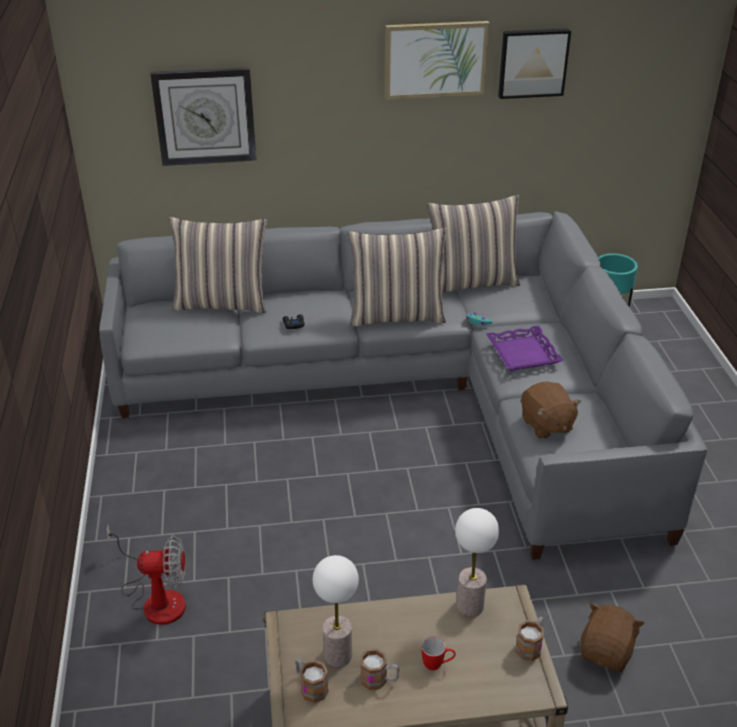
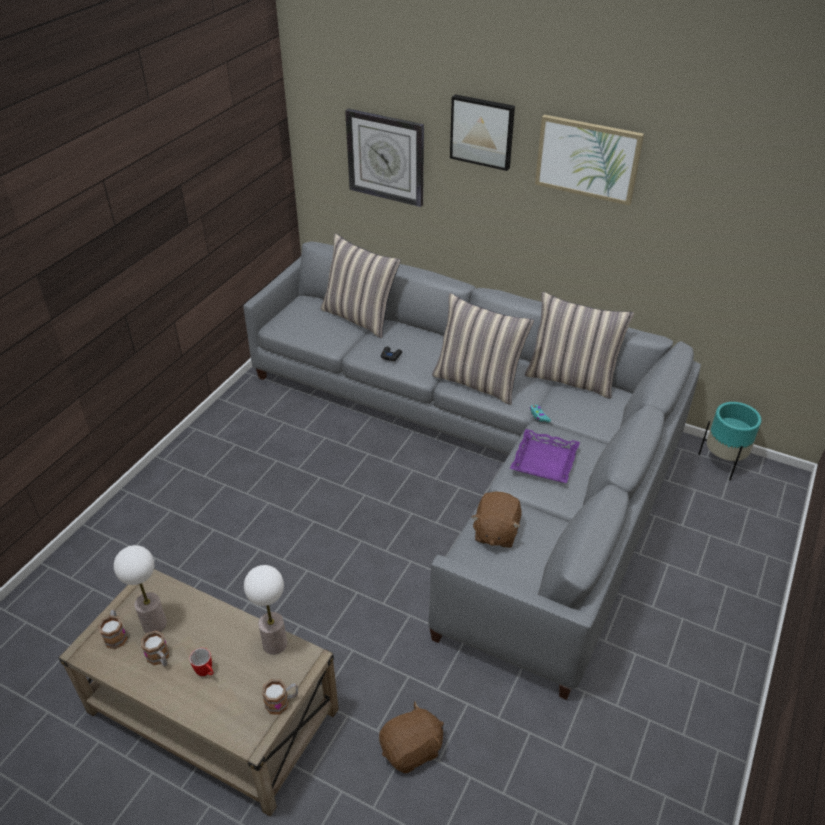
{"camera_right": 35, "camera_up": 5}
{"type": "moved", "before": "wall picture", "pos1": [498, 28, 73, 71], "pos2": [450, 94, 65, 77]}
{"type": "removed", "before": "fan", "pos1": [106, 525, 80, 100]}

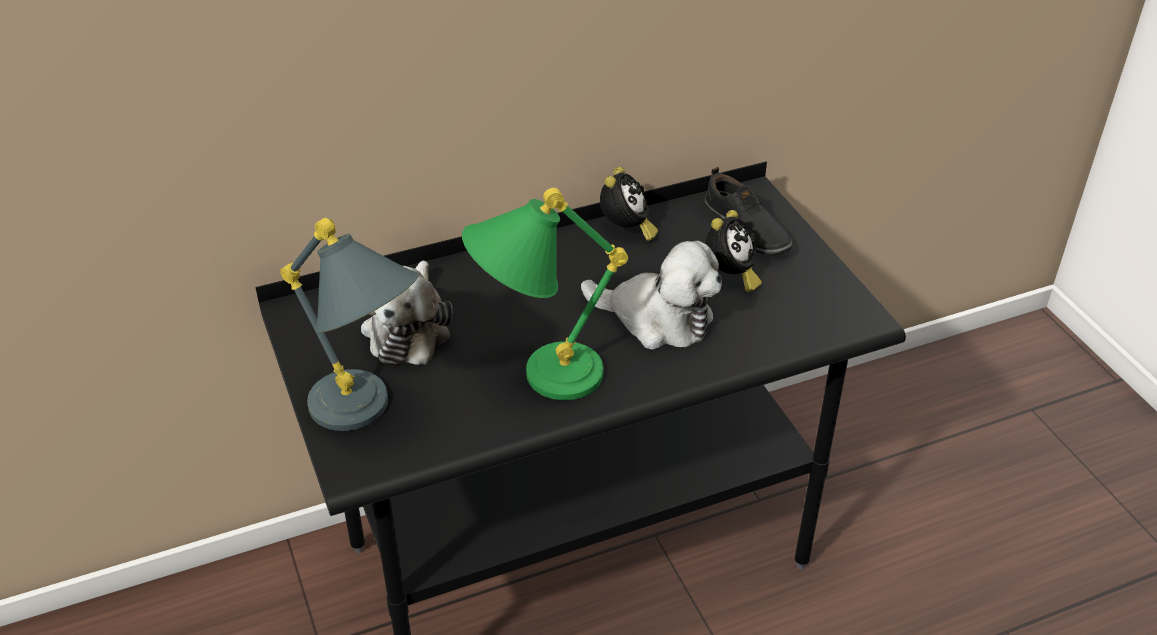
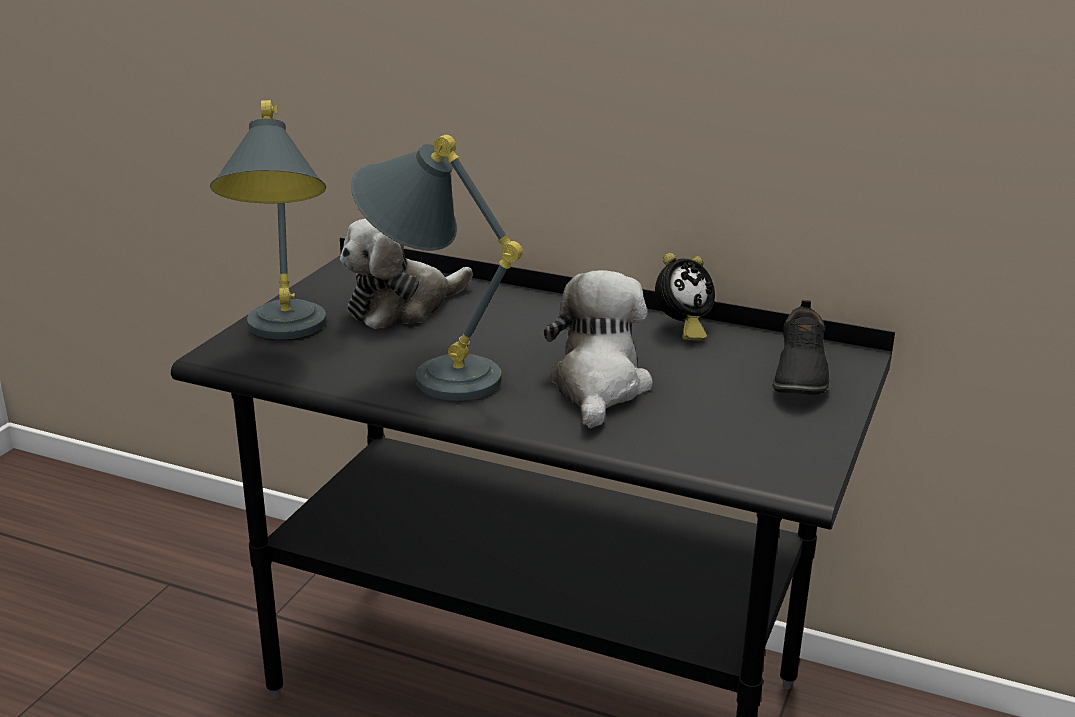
{"camera_right": 45, "camera_up": -15}
{"type": "recoloured", "before": "green table lamp", "after": "grey table lamp", "pos1": [462, 188, 166, 212], "pos2": [351, 135, 172, 266]}
{"type": "removed", "before": "bedside clock", "pos1": [705, 210, 57, 82]}
{"type": "turned", "before": "cuddly toy", "pos1": [581, 241, 141, 109], "pos2": [544, 270, 108, 158], "turn": -150}

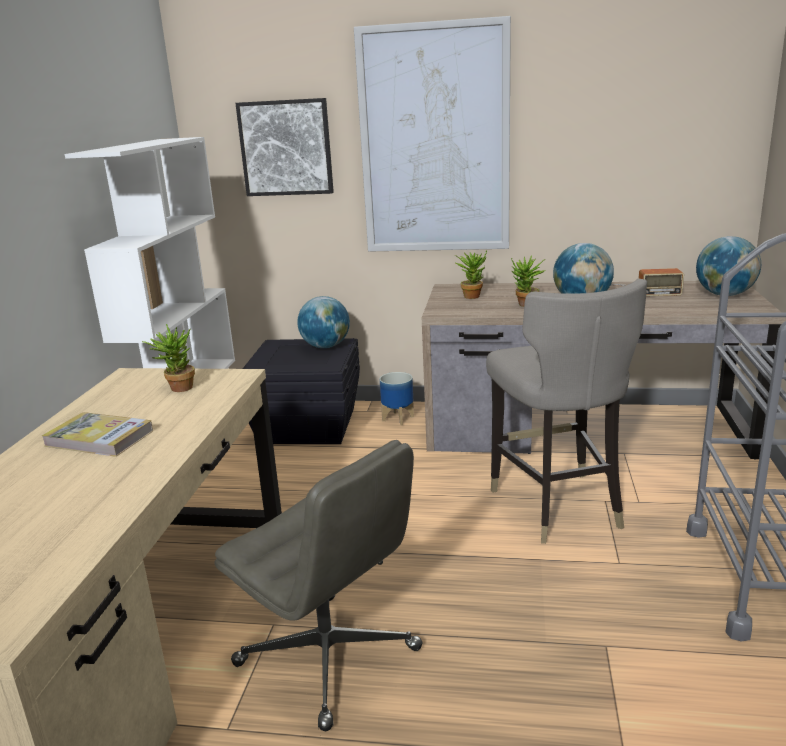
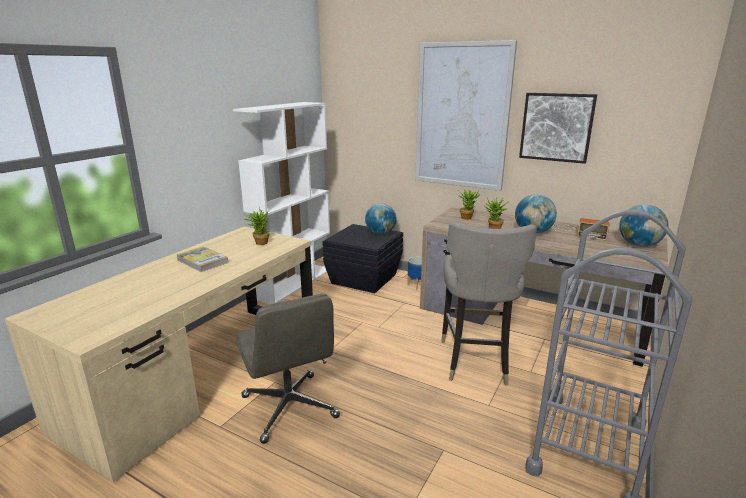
{"camera_right": 20, "camera_up": 0}
{"type": "moved", "before": "wall picture", "pos1": [235, 98, 99, 98], "pos2": [519, 93, 78, 71]}

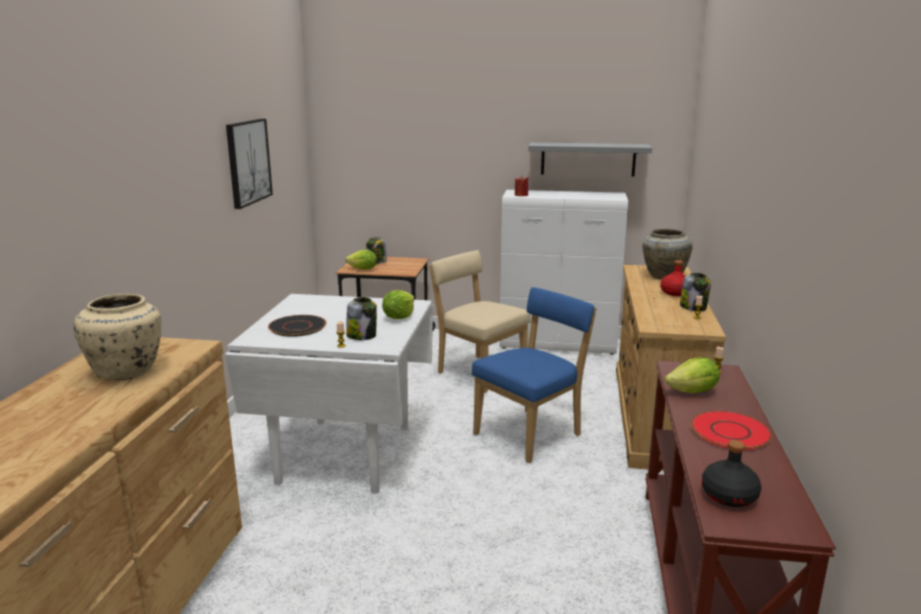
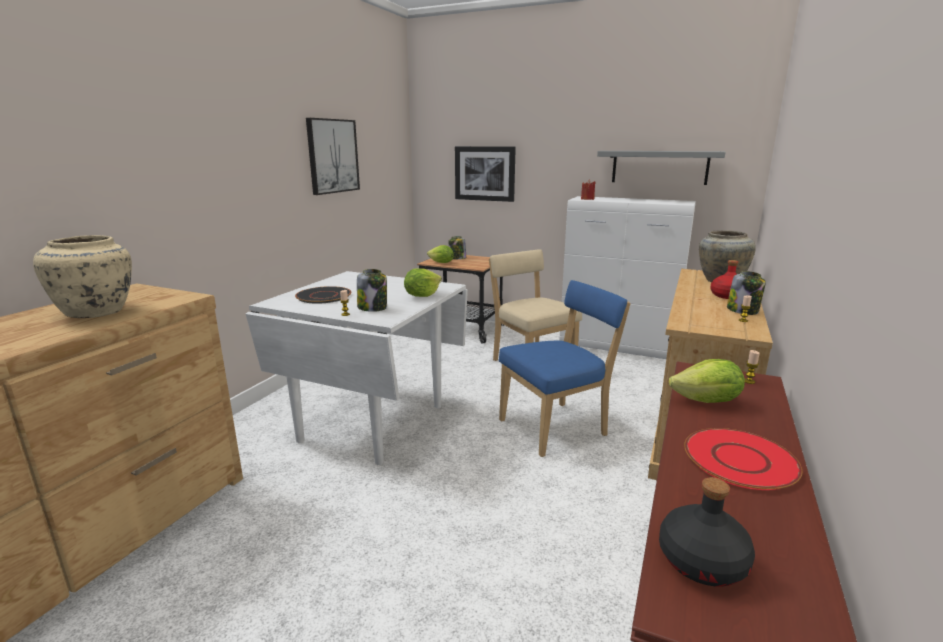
{"camera_right": 15, "camera_up": 0}
{"type": "added", "after": "wall picture", "pos2": [455, 146, 61, 56]}

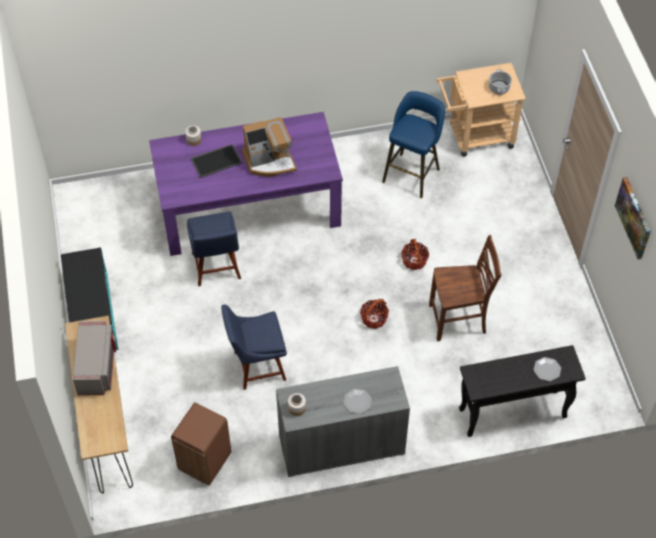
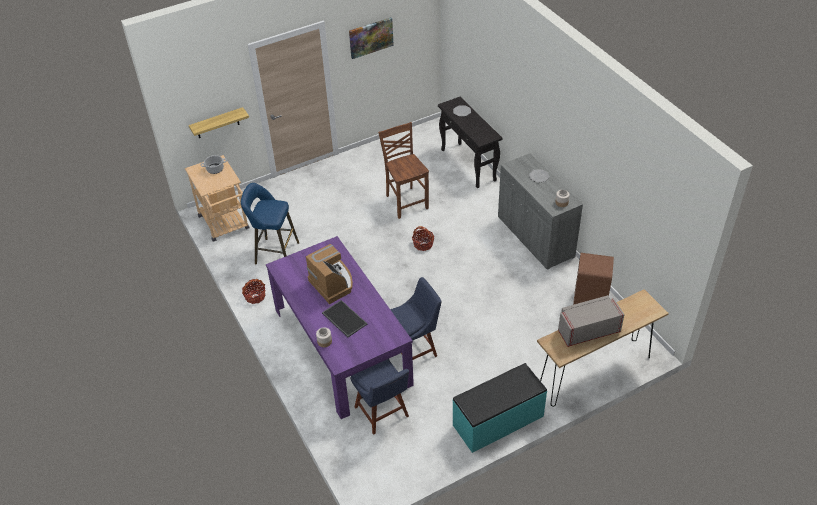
{"camera_right": -105, "camera_up": -10}
{"type": "moved", "before": "household basket", "pos1": [401, 239, 28, 31], "pos2": [242, 279, 23, 25]}
{"type": "moved", "before": "blue-coloured chair", "pos1": [221, 304, 66, 86], "pos2": [350, 359, 59, 76]}
{"type": "added", "after": "bracket shelf", "pos2": [189, 107, 60, 31]}

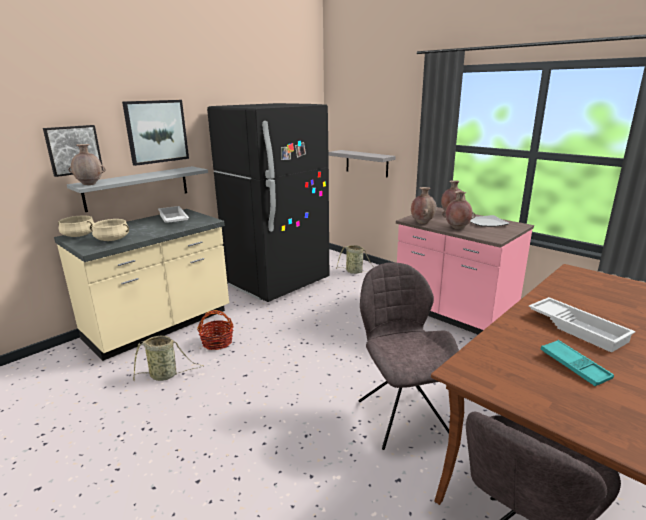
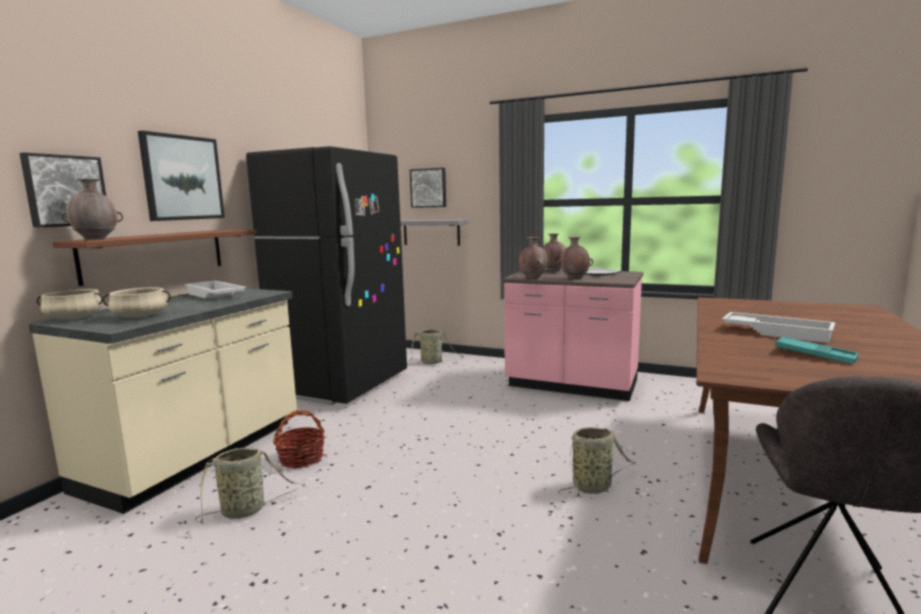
{"camera_right": -20, "camera_up": -10}
{"type": "recoloured", "before": "grey bracket shelf", "after": "brown-coloured bracket shelf", "pos1": [67, 166, 141, 46], "pos2": [52, 229, 205, 57]}
{"type": "replaced", "before": "grey chair", "after": "household basket", "pos1": [359, 262, 100, 188], "pos2": [559, 427, 77, 71]}
{"type": "added", "after": "wall picture", "pos2": [410, 168, 36, 40]}

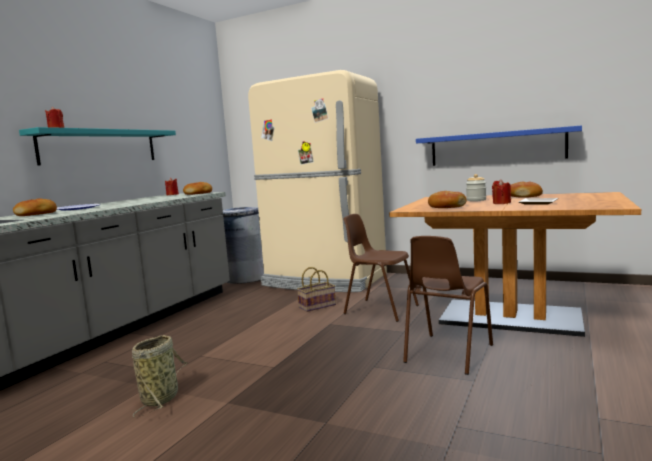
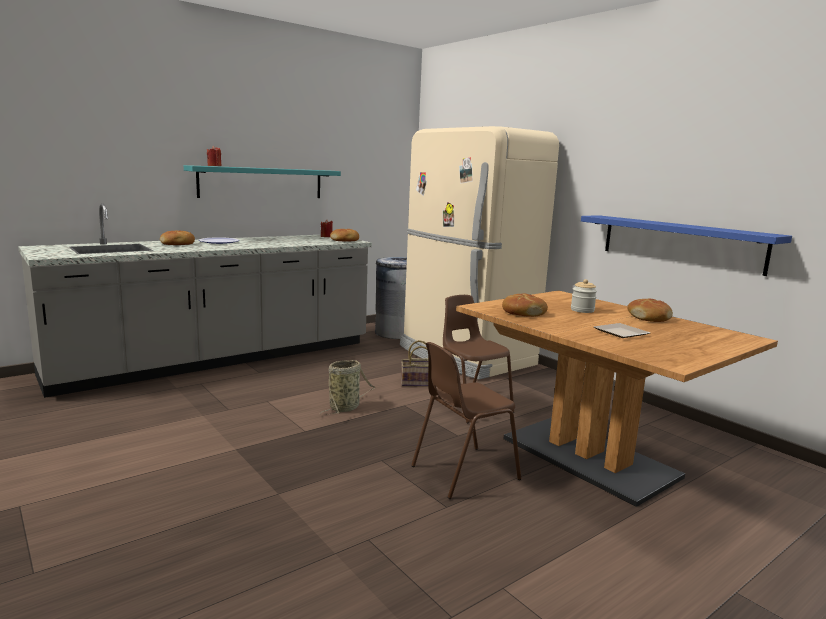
{"camera_right": 25, "camera_up": 5}
{"type": "removed", "before": "red wax light", "pos1": [492, 179, 19, 25]}
{"type": "moved", "before": "household basket", "pos1": [132, 335, 55, 82], "pos2": [320, 360, 56, 54]}

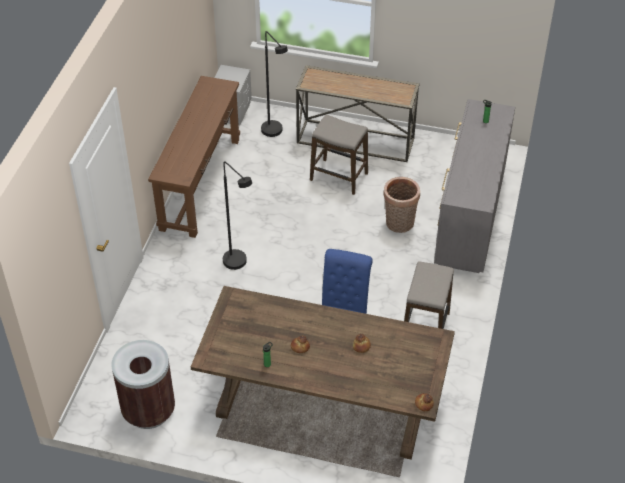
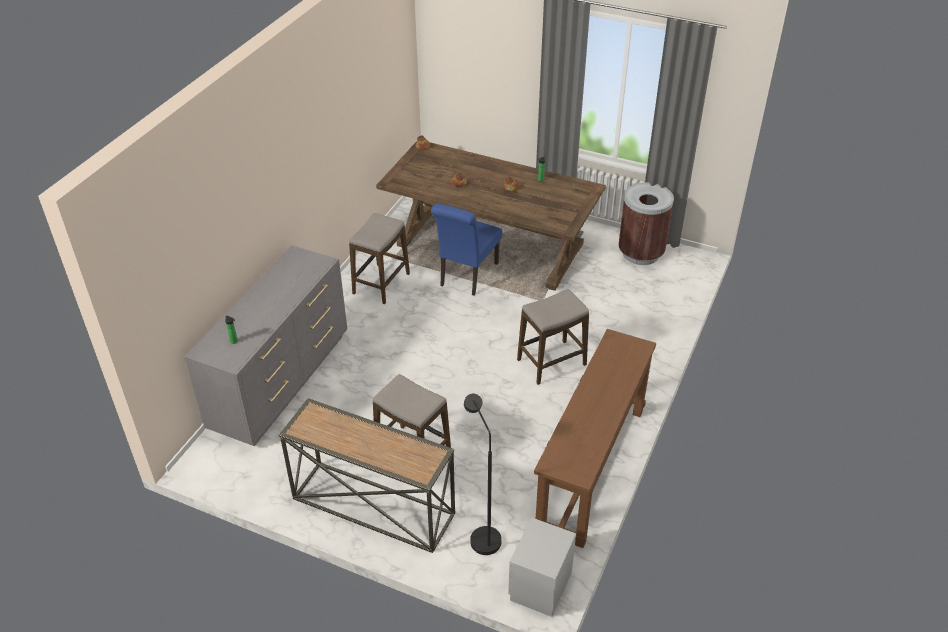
{"camera_right": -170, "camera_up": -5}
{"type": "replaced", "before": "blackish standing lamp", "after": "stool", "pos1": [223, 161, 29, 109], "pos2": [517, 289, 72, 96]}
{"type": "removed", "before": "household basket", "pos1": [383, 177, 37, 56]}

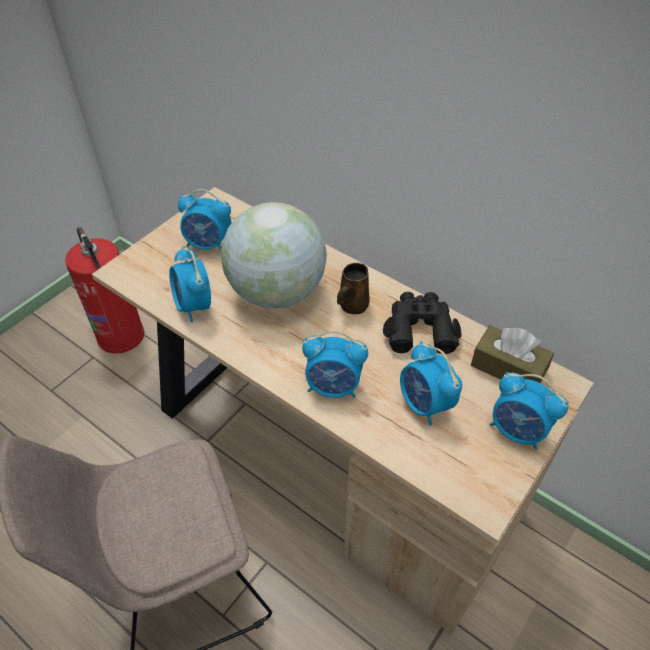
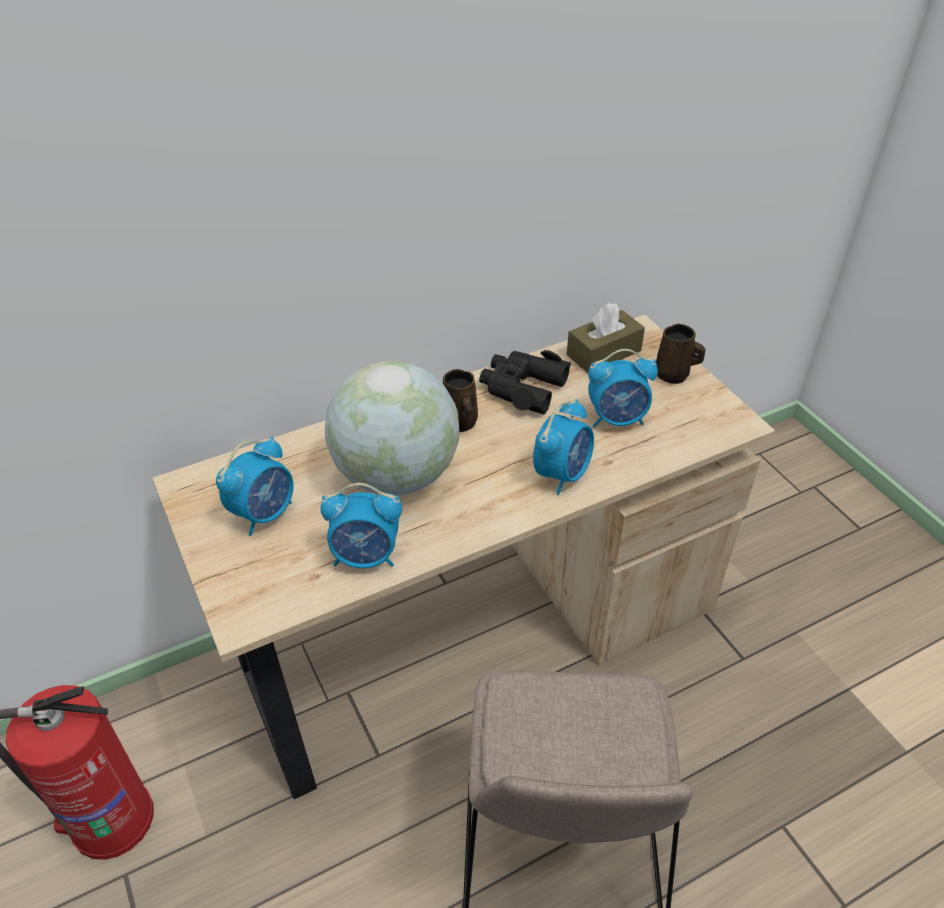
{"camera_right": -65, "camera_up": -5}
{"type": "replaced", "before": "bedside clock", "after": "brown-coloured tea mug", "pos1": [489, 372, 80, 78], "pos2": [656, 324, 49, 60]}

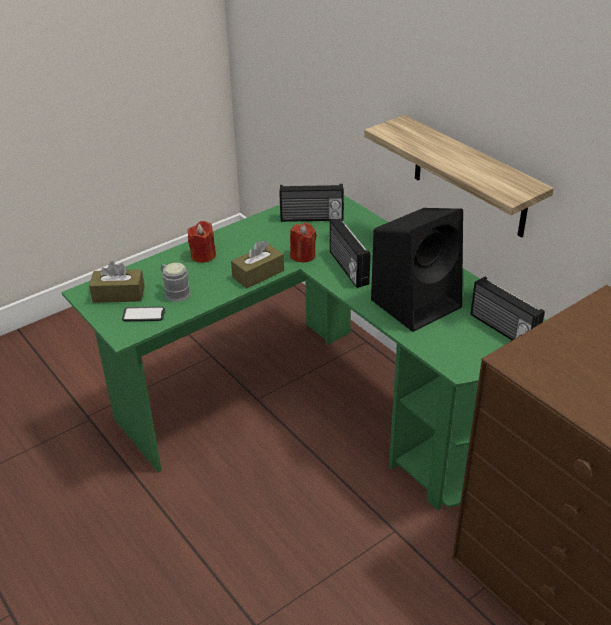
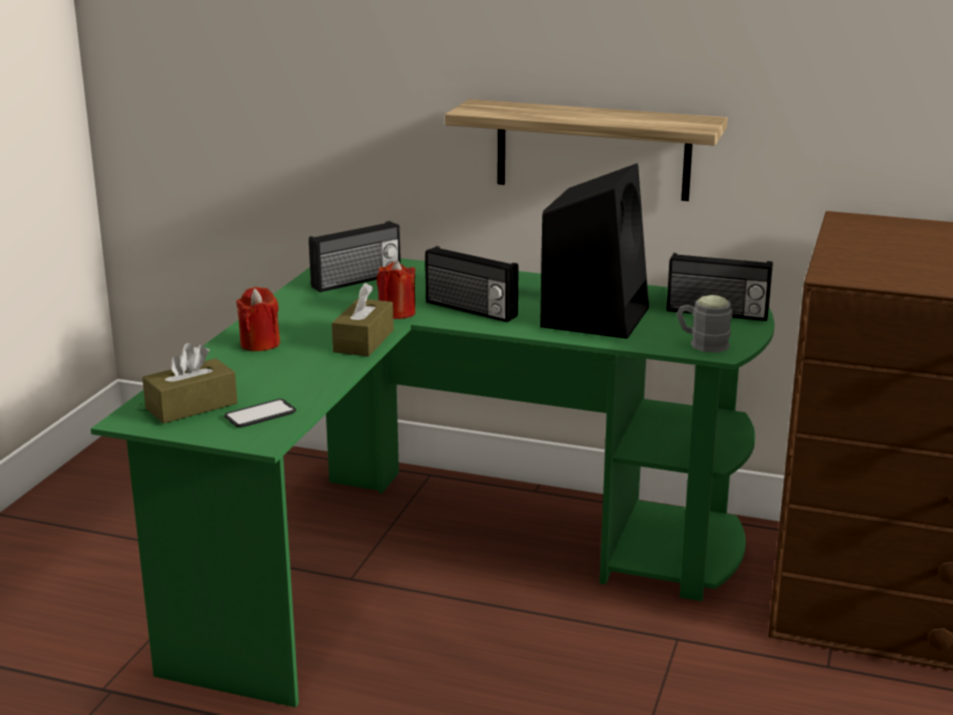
{"camera_right": -35, "camera_up": -15}
{"type": "moved", "before": "grey tea mug", "pos1": [161, 262, 30, 40], "pos2": [676, 295, 57, 58]}

